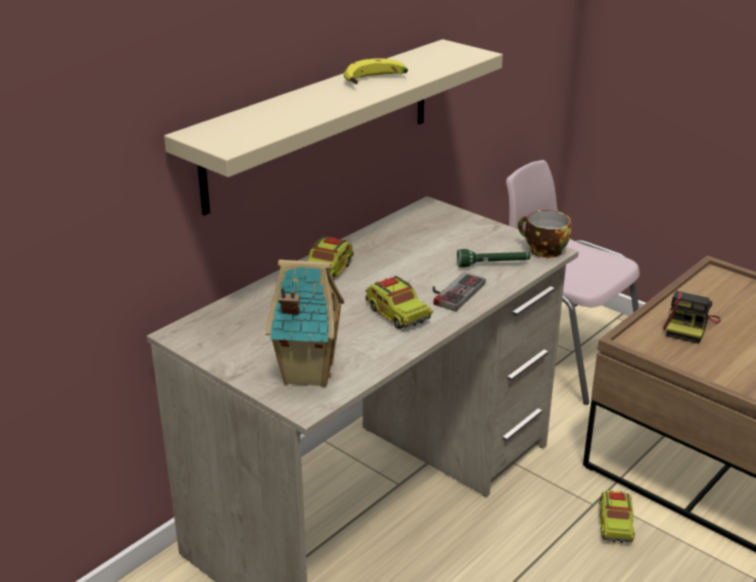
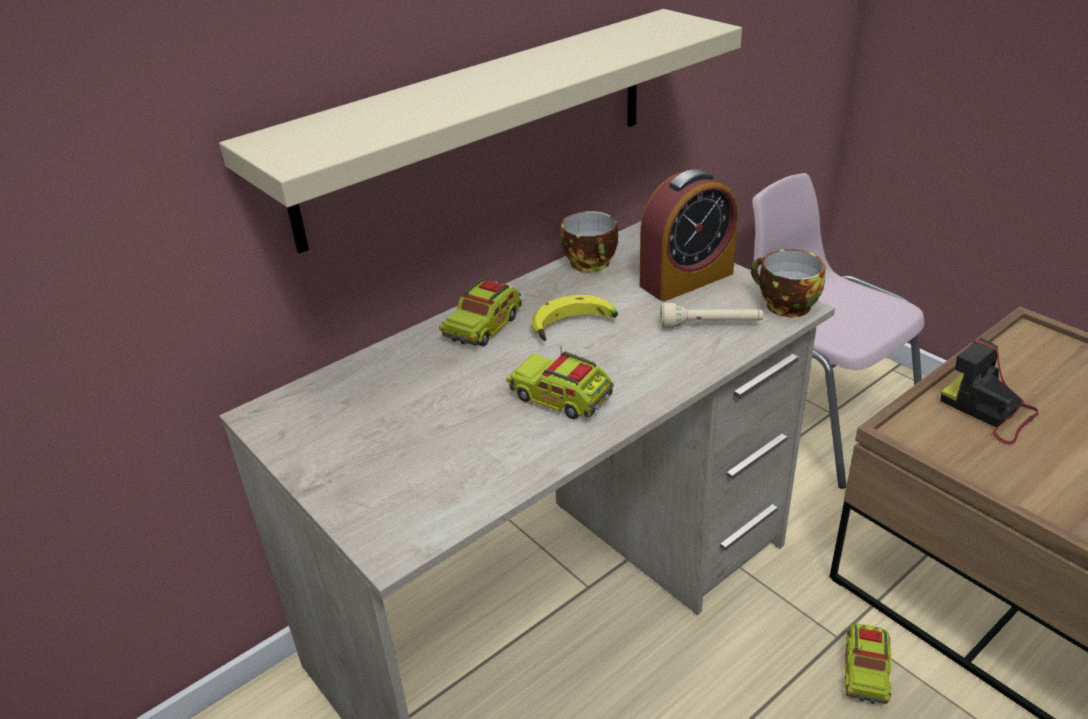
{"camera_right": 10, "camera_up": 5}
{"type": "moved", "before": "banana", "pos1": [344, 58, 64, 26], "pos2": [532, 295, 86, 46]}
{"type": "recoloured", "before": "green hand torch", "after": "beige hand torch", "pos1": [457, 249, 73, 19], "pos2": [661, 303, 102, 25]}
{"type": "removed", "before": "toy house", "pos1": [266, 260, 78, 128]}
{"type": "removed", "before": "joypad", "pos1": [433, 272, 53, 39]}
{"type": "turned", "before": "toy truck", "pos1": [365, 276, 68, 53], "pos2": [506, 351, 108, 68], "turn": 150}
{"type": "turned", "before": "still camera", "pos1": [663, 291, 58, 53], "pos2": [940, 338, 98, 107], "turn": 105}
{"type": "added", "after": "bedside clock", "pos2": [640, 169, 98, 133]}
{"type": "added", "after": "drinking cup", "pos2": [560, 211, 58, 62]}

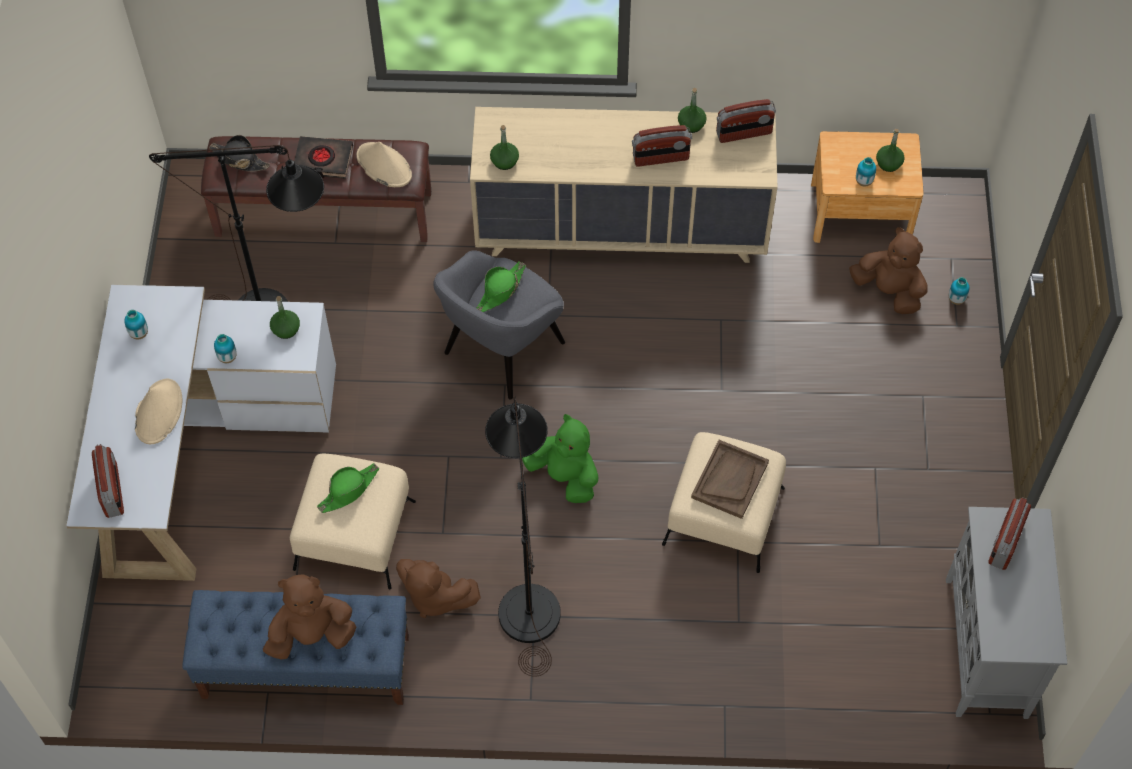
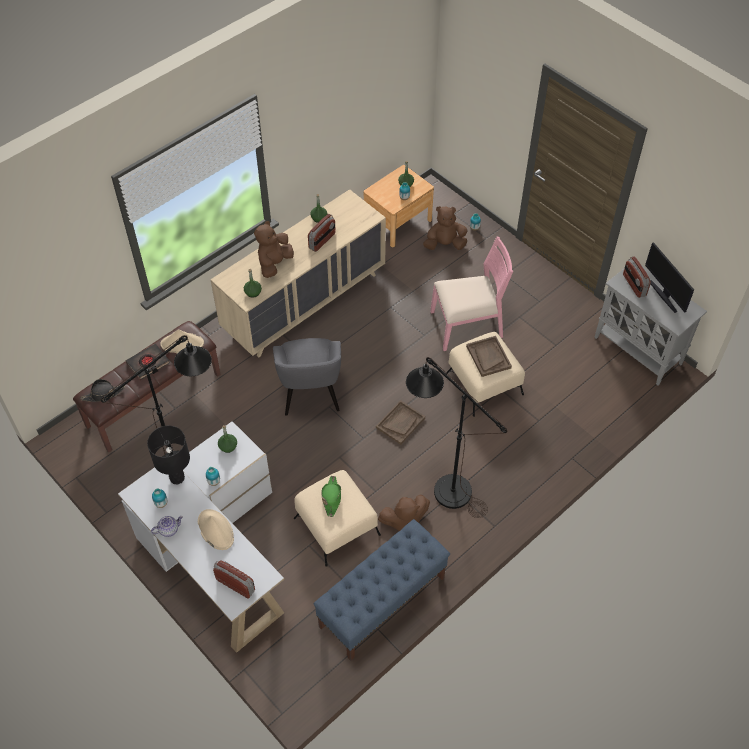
{"camera_right": -45, "camera_up": -5}
{"type": "removed", "before": "radio receiver", "pos1": [716, 99, 60, 44]}
{"type": "removed", "before": "green hat", "pos1": [476, 261, 50, 51]}
{"type": "replaced", "before": "green cuddly toy", "after": "brown-coloured carrying tray", "pos1": [522, 414, 77, 89], "pos2": [376, 400, 49, 45]}
{"type": "moved", "before": "brown-coloured cuddly toy", "pos1": [263, 574, 93, 86], "pos2": [254, 221, 40, 57]}
{"type": "added", "after": "pink-coloured chair", "pos2": [430, 237, 83, 114]}
{"type": "added", "after": "monitor", "pos2": [645, 242, 49, 71]}
{"type": "added", "after": "blackish table lamp", "pos2": [147, 426, 43, 59]}
{"type": "added", "after": "pot for tea", "pos2": [151, 516, 32, 21]}

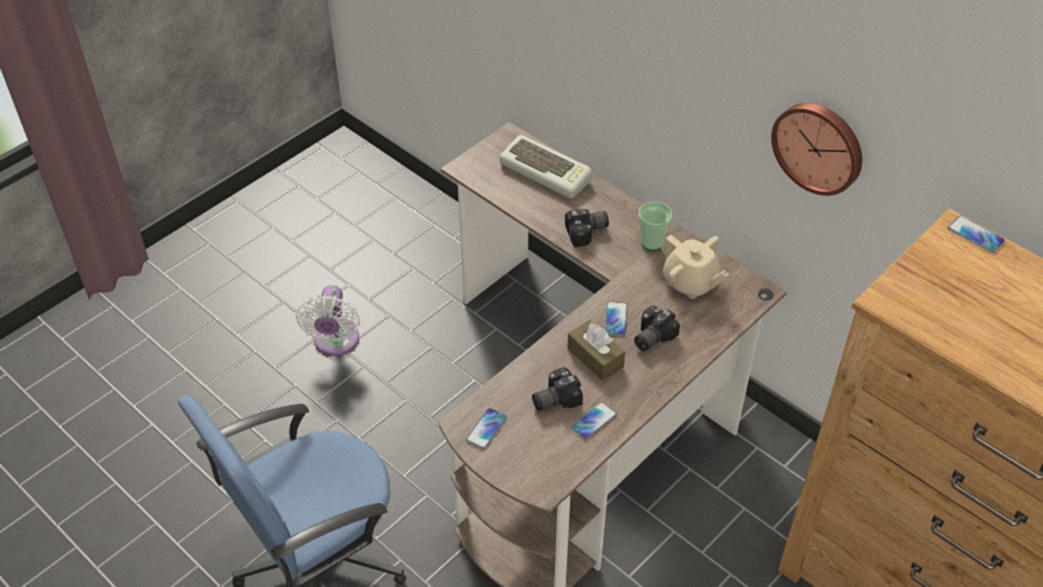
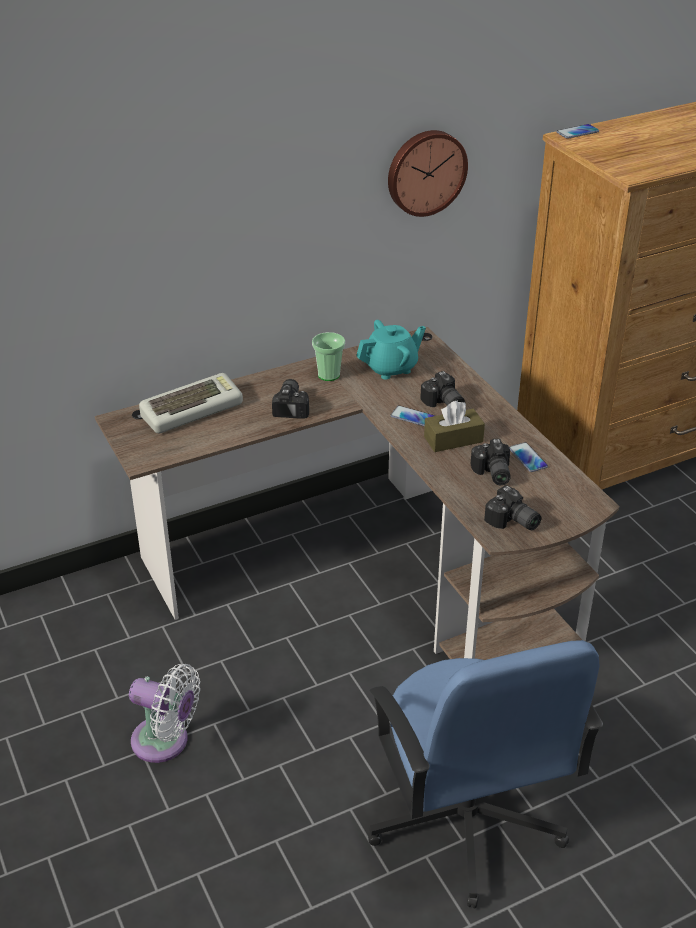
{"camera_right": -70, "camera_up": -10}
{"type": "recoloured", "before": "beige pot for tea", "after": "turquoise pot for tea", "pos1": [661, 235, 68, 64], "pos2": [356, 320, 70, 60]}
{"type": "replaced", "before": "telephone", "after": "still camera", "pos1": [466, 408, 41, 41], "pos2": [484, 485, 57, 45]}

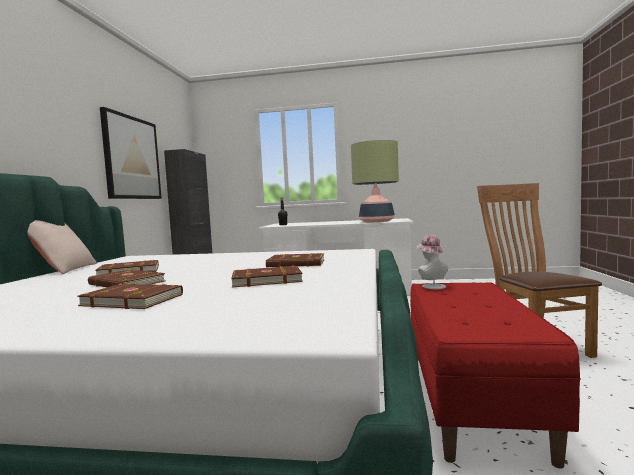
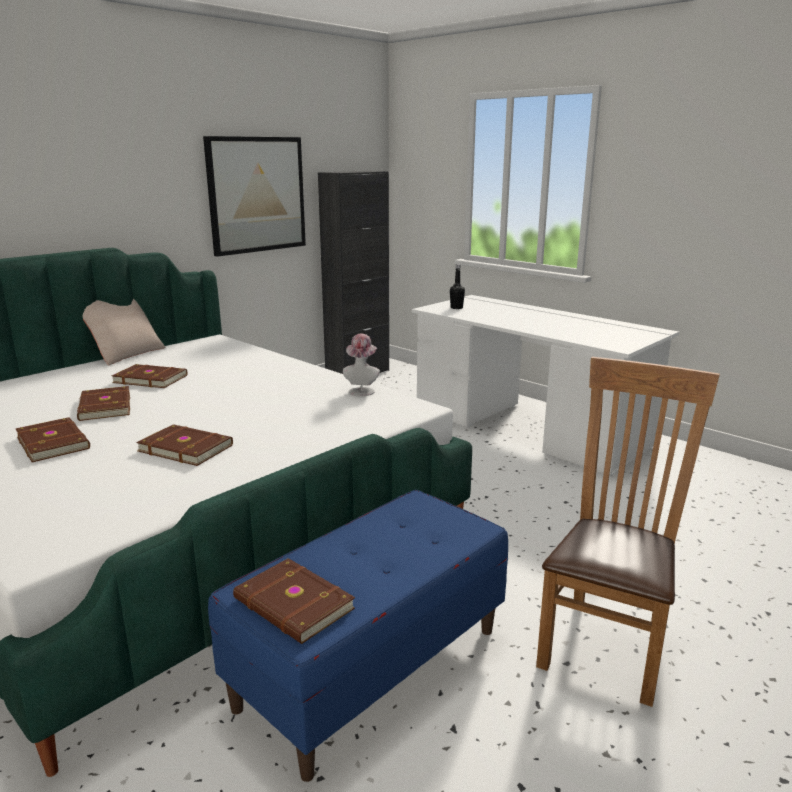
{"camera_right": 35, "camera_up": 15}
{"type": "removed", "before": "table lamp", "pos1": [351, 140, 48, 82]}
{"type": "moved", "before": "hat", "pos1": [416, 235, 32, 54], "pos2": [343, 334, 37, 62]}
{"type": "moved", "before": "brown-coloured book", "pos1": [266, 253, 58, 14], "pos2": [233, 558, 122, 86]}
{"type": "recoloured", "before": "red indoor bench", "after": "blue-coloured indoor bench", "pos1": [410, 282, 171, 187], "pos2": [208, 490, 300, 292]}

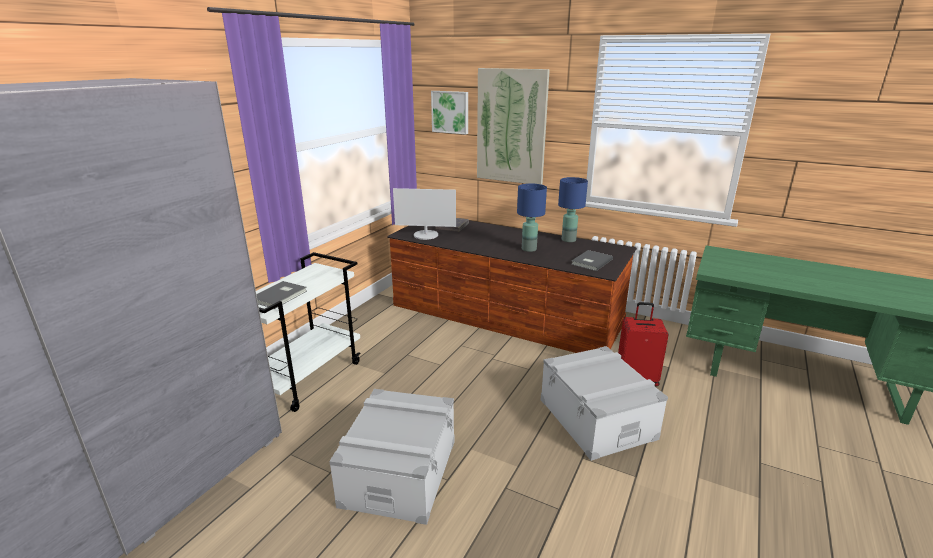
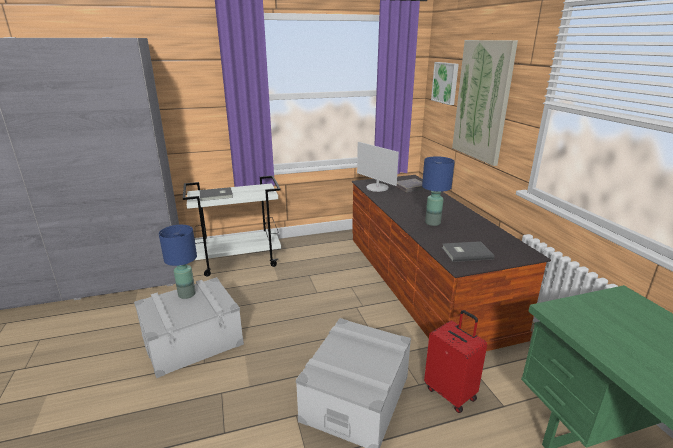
{"camera_right": 45, "camera_up": 0}
{"type": "moved", "before": "blue-coloured table lamp", "pos1": [558, 177, 30, 65], "pos2": [159, 225, 38, 74]}

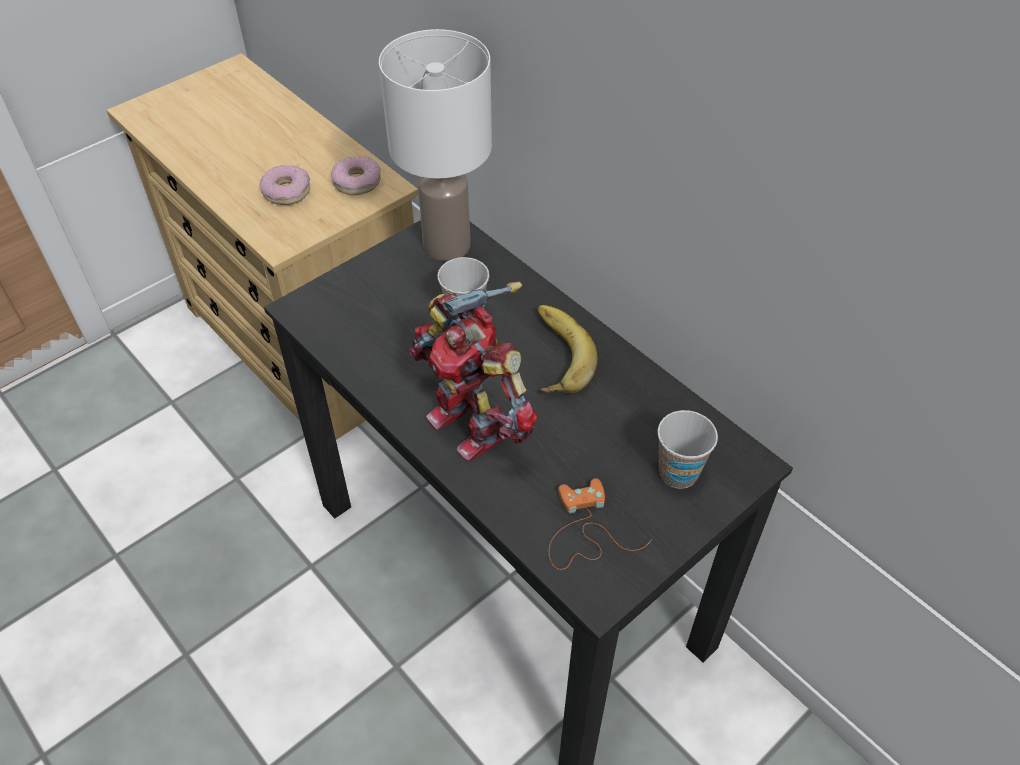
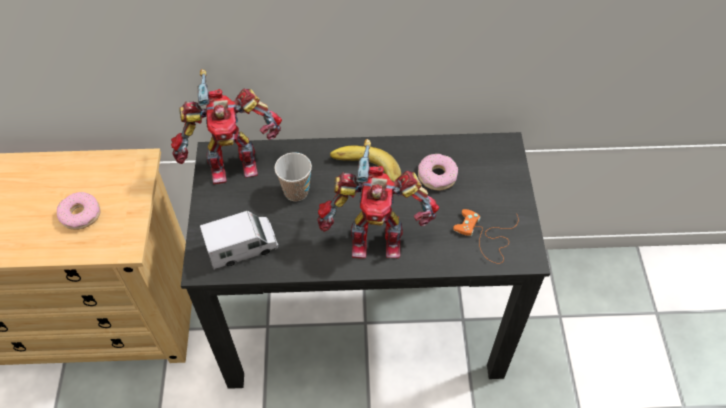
{"camera_right": -50, "camera_up": 5}
{"type": "replaced", "before": "white table lamp", "after": "robot figure", "pos1": [379, 29, 113, 232], "pos2": [171, 69, 111, 115]}
{"type": "moved", "before": "ring doughnut", "pos1": [331, 156, 50, 39], "pos2": [418, 154, 40, 37]}
{"type": "removed", "before": "drinking cup", "pos1": [657, 410, 61, 79]}
{"type": "added", "after": "toy truck", "pos2": [200, 210, 79, 60]}

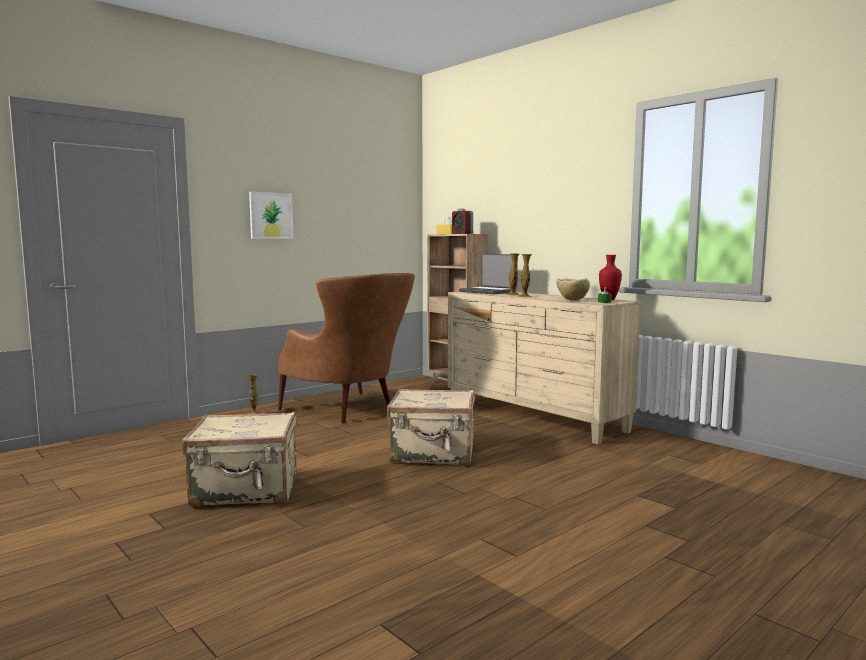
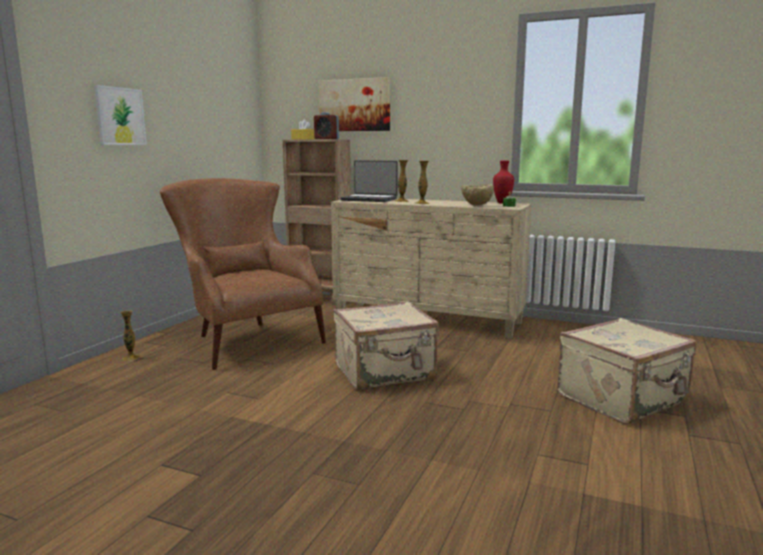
{"camera_right": -25, "camera_up": 5}
{"type": "turned", "before": "brown-coloured easy chair", "pos1": [278, 273, 137, 150], "pos2": [160, 178, 166, 192], "turn": -150}
{"type": "moved", "before": "beige suitcase", "pos1": [182, 412, 115, 94], "pos2": [557, 318, 140, 106]}
{"type": "added", "after": "wall picture", "pos2": [319, 77, 71, 54]}

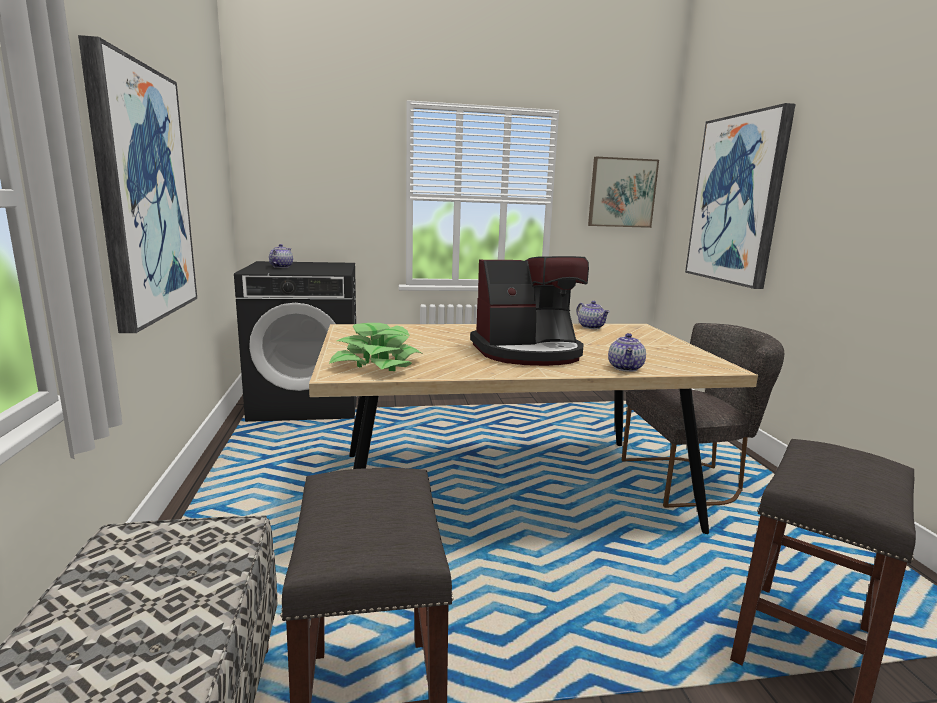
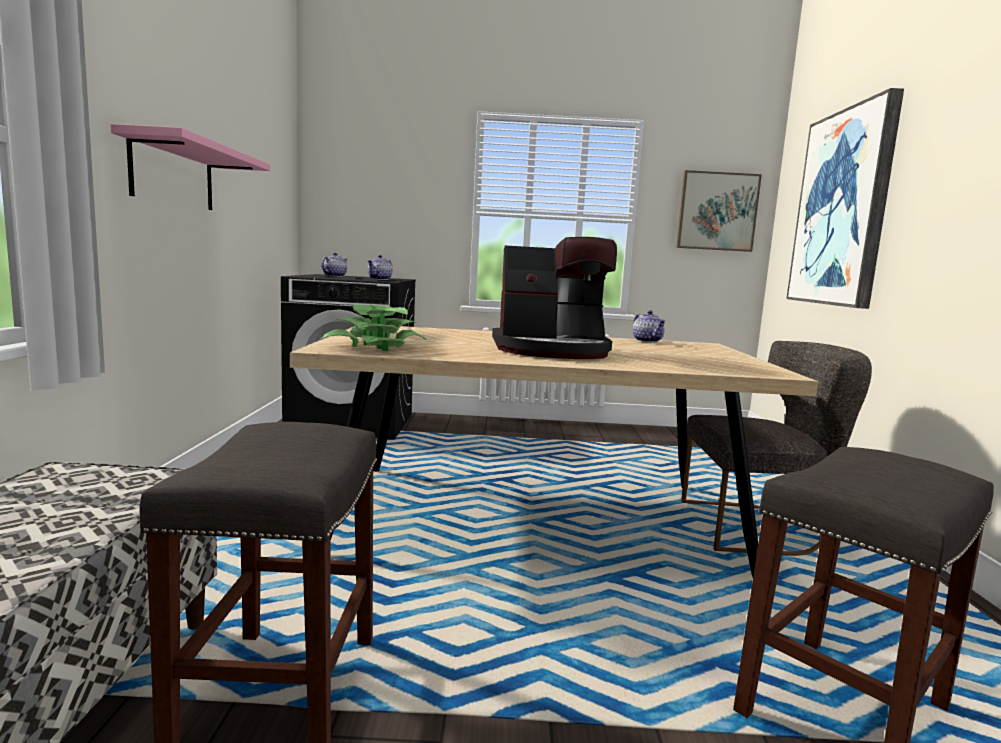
{"camera_right": 10, "camera_up": -5}
{"type": "replaced", "before": "wall picture", "after": "pink-coloured bracket shelf", "pos1": [78, 35, 119, 298], "pos2": [111, 124, 159, 86]}
{"type": "moved", "before": "pot for tea", "pos1": [608, 333, 38, 39], "pos2": [368, 255, 25, 25]}

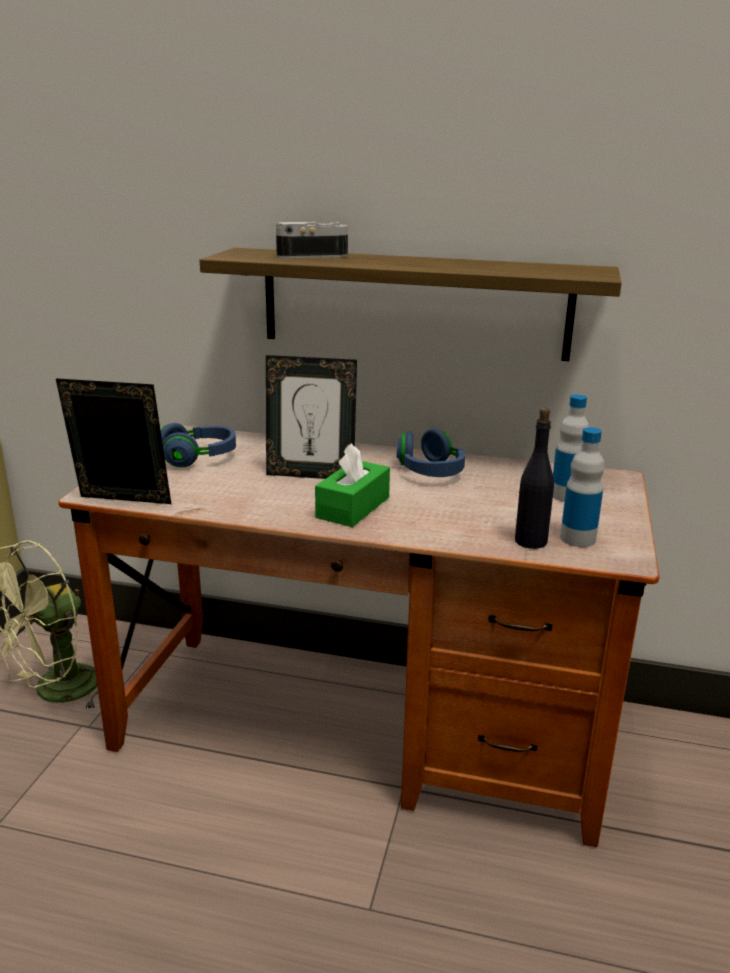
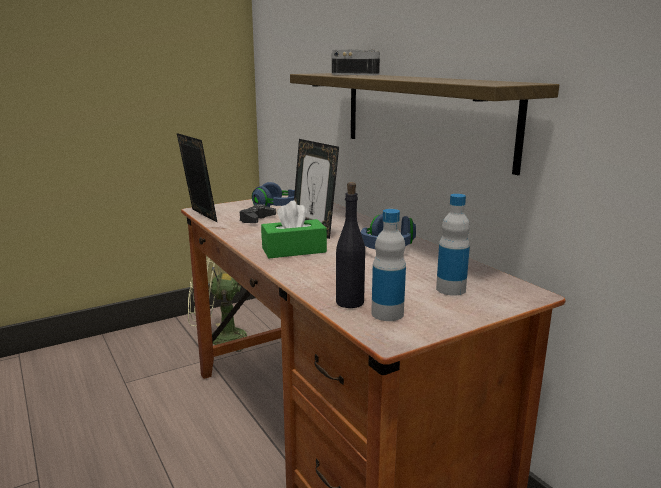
{"camera_right": 45, "camera_up": -5}
{"type": "added", "after": "blackish joypad", "pos2": [240, 204, 36, 19]}

